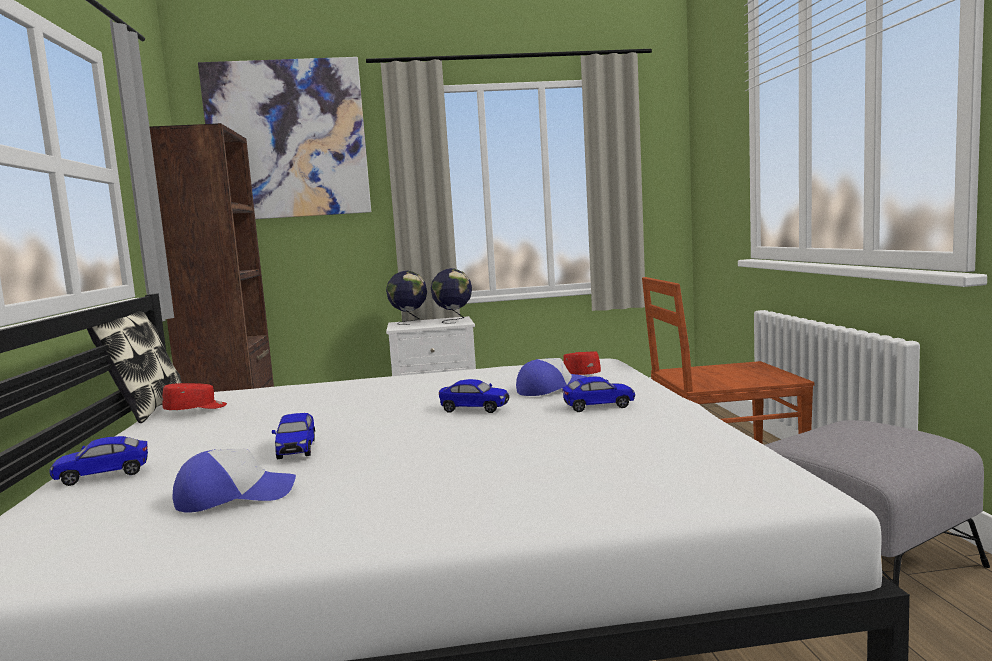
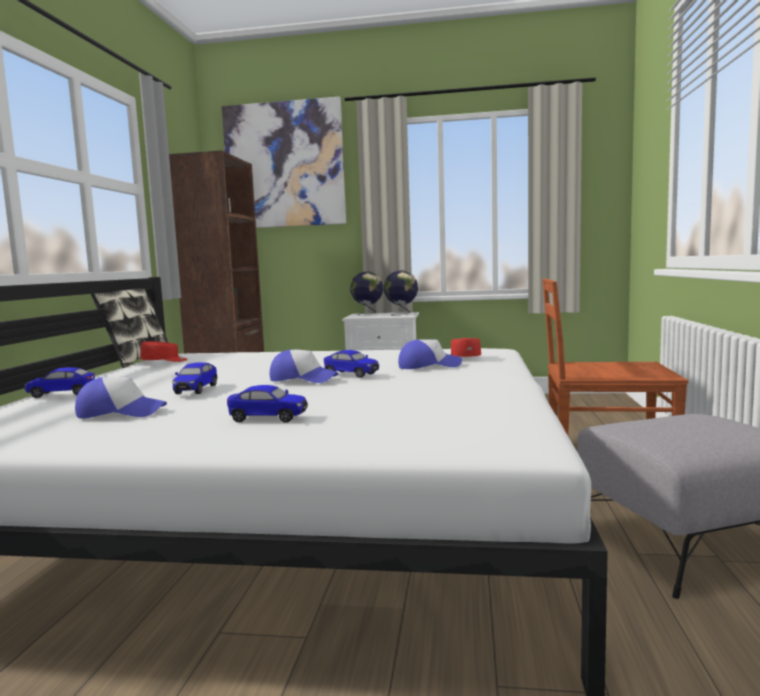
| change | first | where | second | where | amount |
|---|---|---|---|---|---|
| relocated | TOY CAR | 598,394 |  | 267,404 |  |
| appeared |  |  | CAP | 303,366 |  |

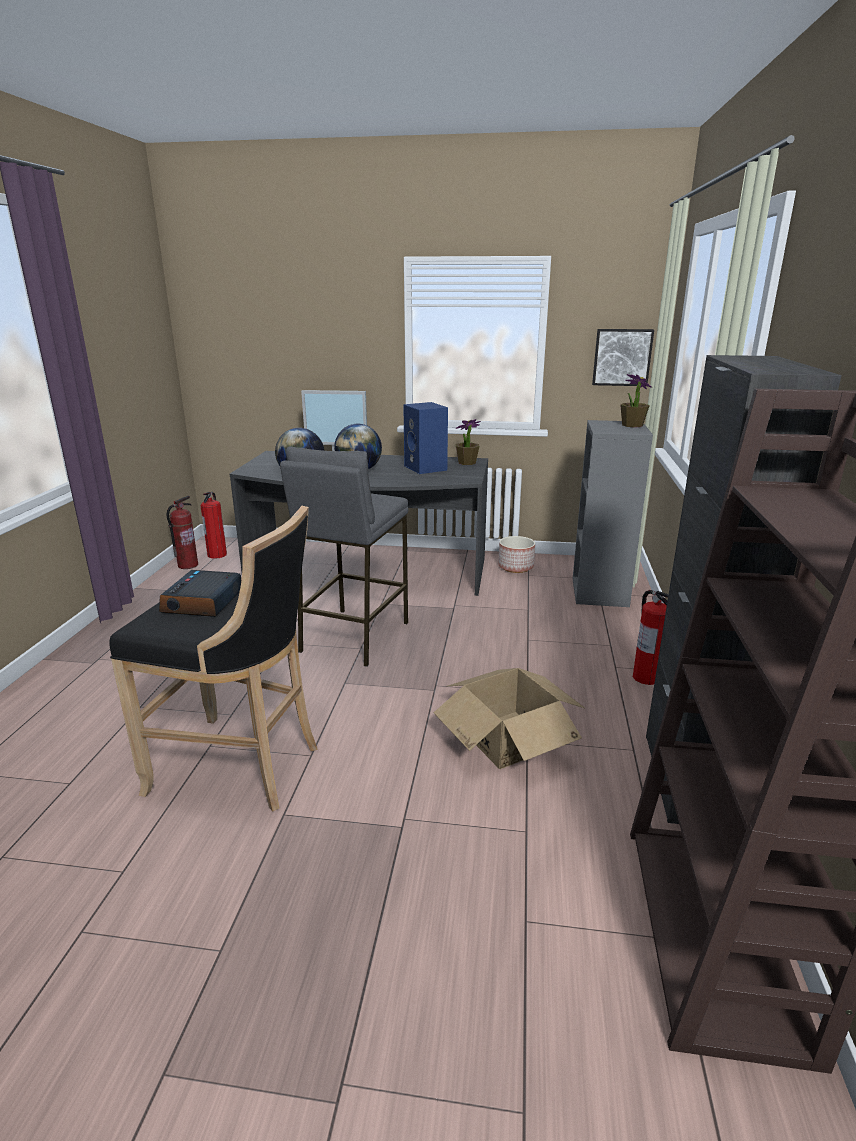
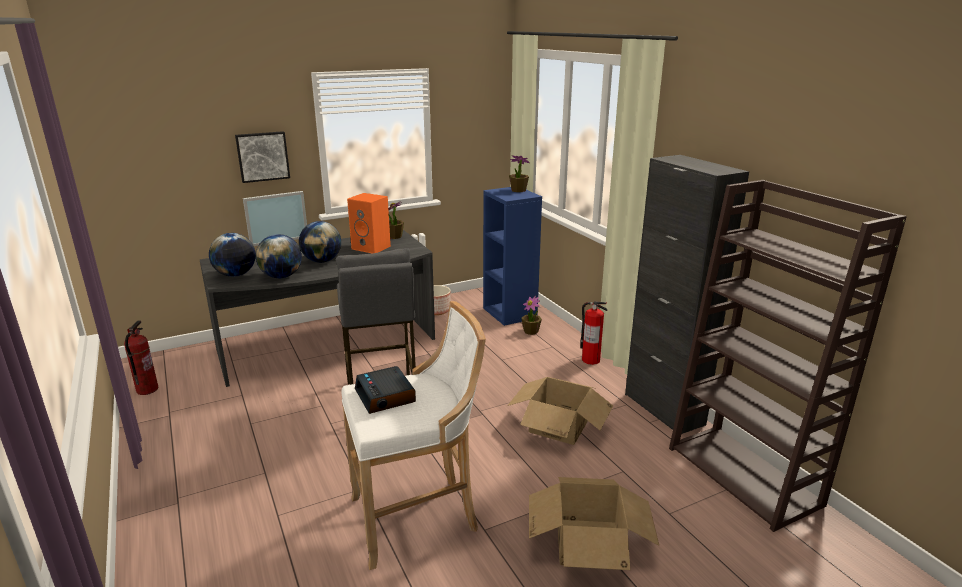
| change | first | where | second | where | amount |
|---|---|---|---|---|---|
| relocated | PICTURE | 623,357 |  | 262,157 |  |
| colour | BLUE SPEAKER | 425,438 | ORANGE SPEAKER | 369,223 |  |
| colour | GREY BOOKCASE | 613,513 | BLUE BOOKCASE | 512,256 |  |
| missing | FIRE EXTINGUISHER | 214,525 |  |  |  |
| colour | BLACK STOOL | 213,659 | WHITE STOOL | 413,435 |  |
| appeared |  |  | GLOBE | 232,255 |  |
| appeared |  |  | POTTED PLANT | 531,315 |  |
| appeared |  |  | CARDBOARD BOX | 594,523 |  |

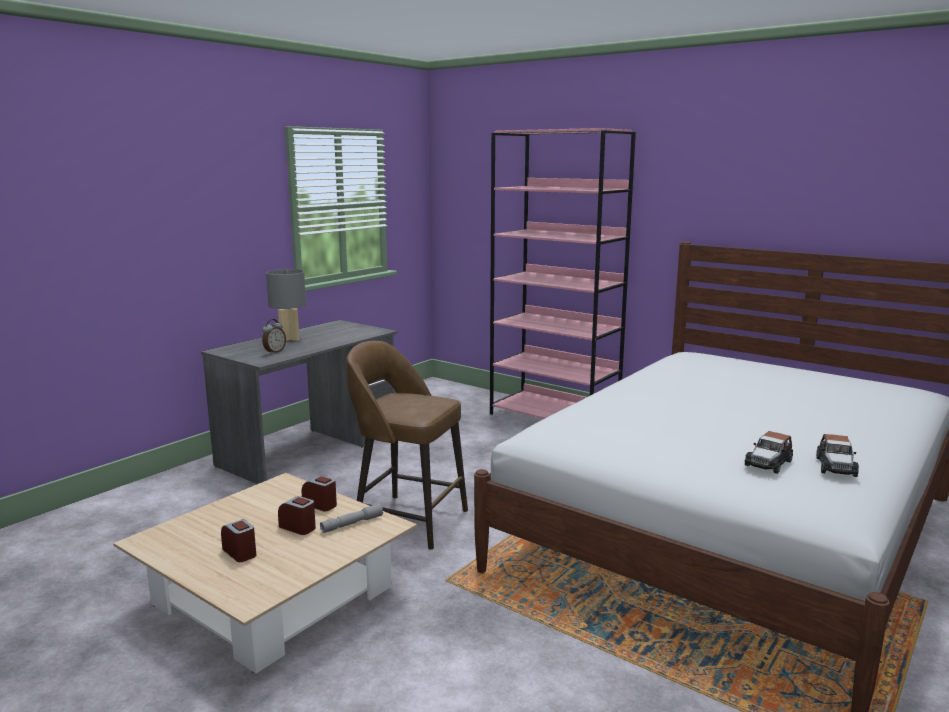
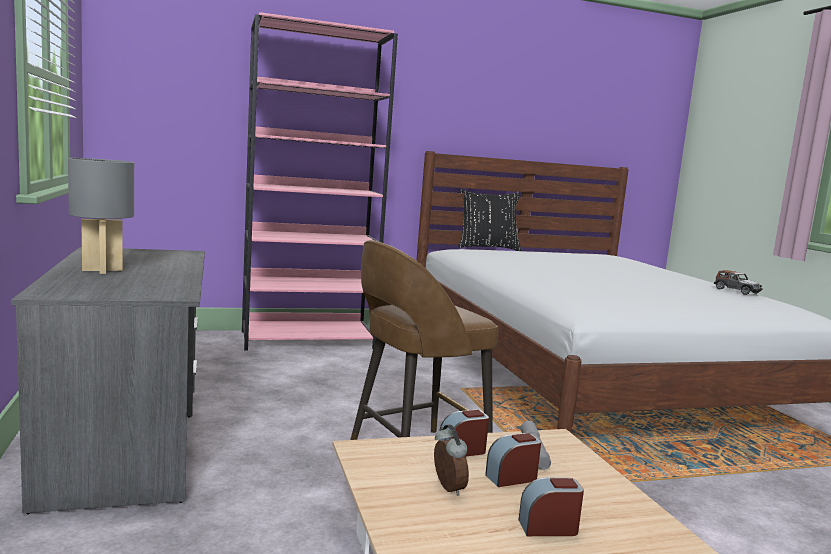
| change | first | where | second | where | amount |
|---|---|---|---|---|---|
| relocated | ALARM CLOCK | 274,336 |  | 451,460 |  |
| missing | TOY CAR | 769,452 |  |  |  |
| appeared |  |  | BLACK PILLOW | 490,220 |  |

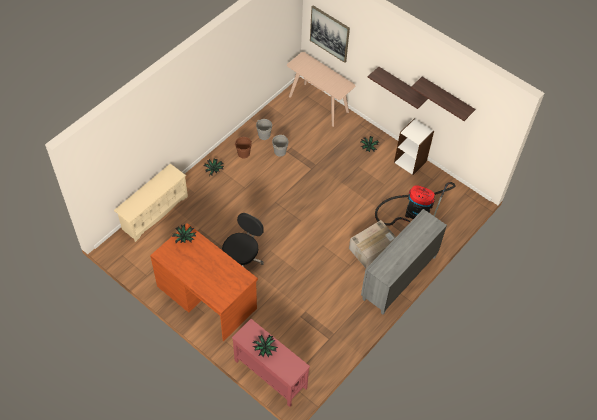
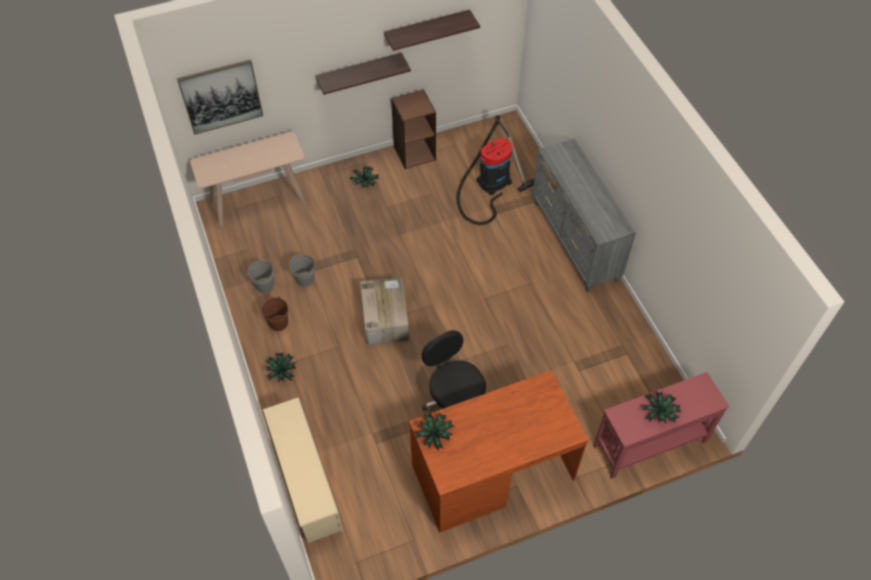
| change | first | where | second | where | amount |
|---|---|---|---|---|---|
| colour | WHITE BOOKCASE | 414,146 | BROWN BOOKCASE | 413,129 |  |
| relocated | CARDBOARD BOX | 372,244 |  | 384,311 |  |

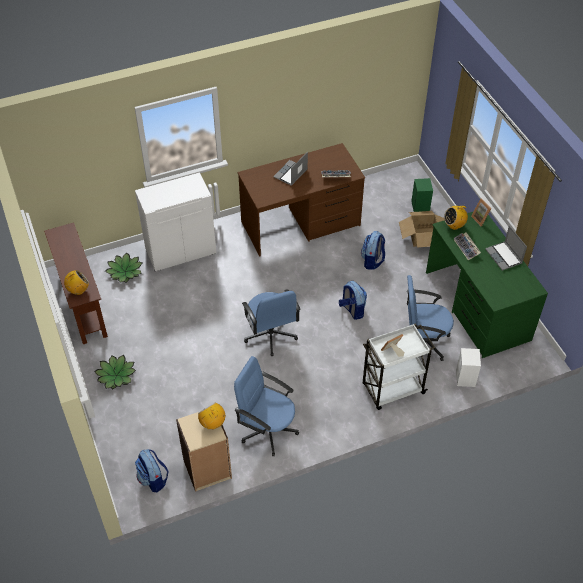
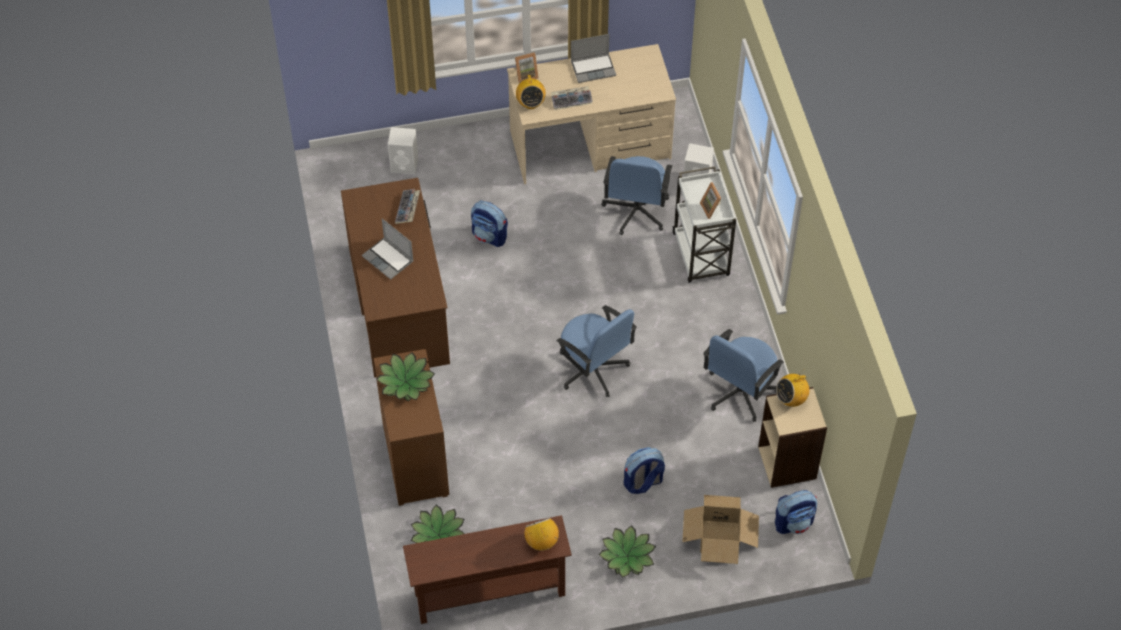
| change | first | where | second | where | amount |
|---|---|---|---|---|---|
| colour | WHITE CABINET | 175,222 | BROWN CABINET | 411,427 |  |
| colour | GREEN SPEAKER | 422,195 | WHITE SPEAKER | 403,150 |  |
| relocated | CARDBOARD BOX | 421,229 |  | 720,529 |  |
| colour | GREEN DESK | 487,284 | BEIGE DESK | 591,114 |  |
| relocated | BACKPACK | 353,300 |  | 644,470 |  |
| spun | BLUE OFFICE CHAIR | 271,322 |  | 597,351 | 60 degrees clockwise |
| appeared |  |  | POTTED PLANT | 405,377 |  |

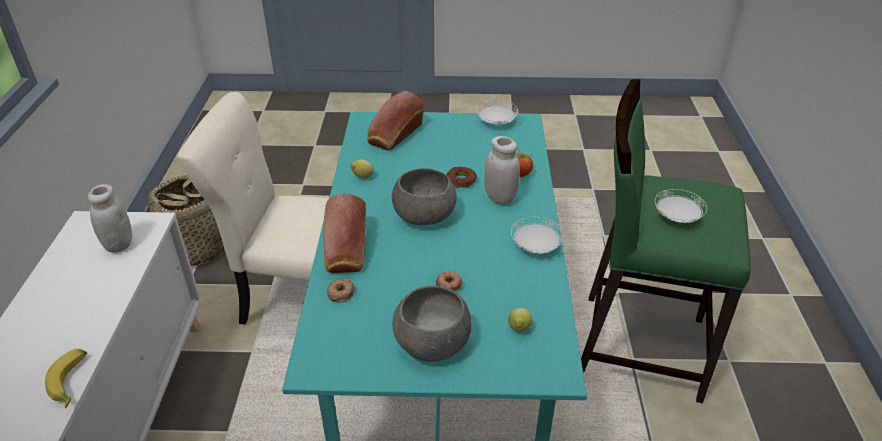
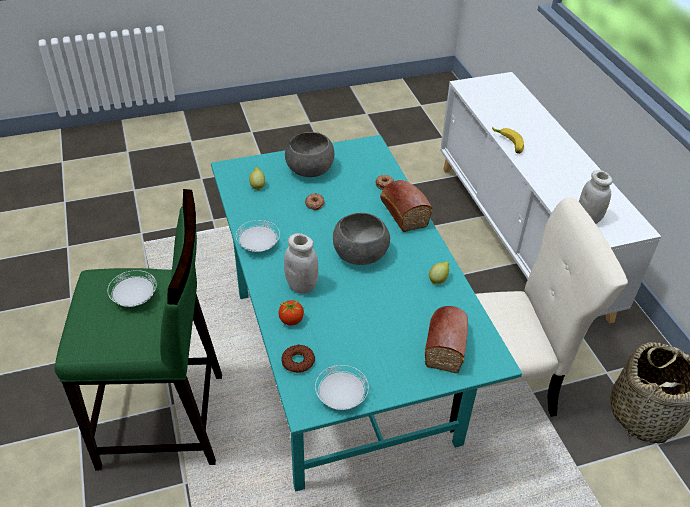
| change | first | where | second | where | amount |
|---|---|---|---|---|---|
| relocated | DONUT | 462,177 |  | 298,359 |  |

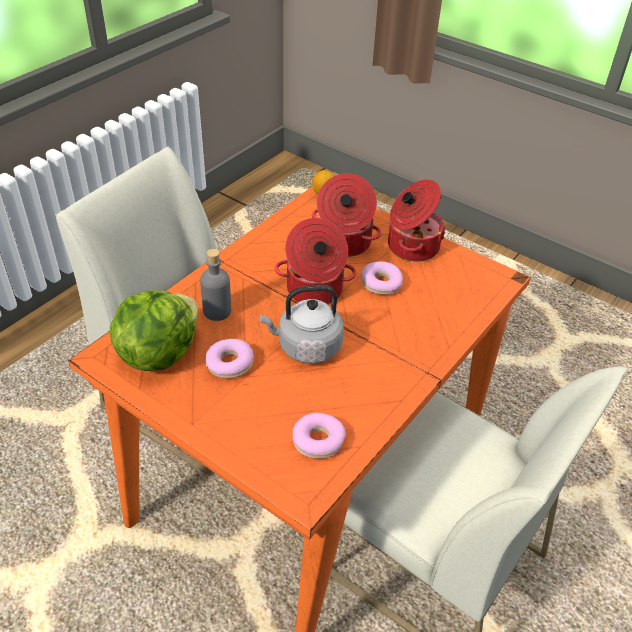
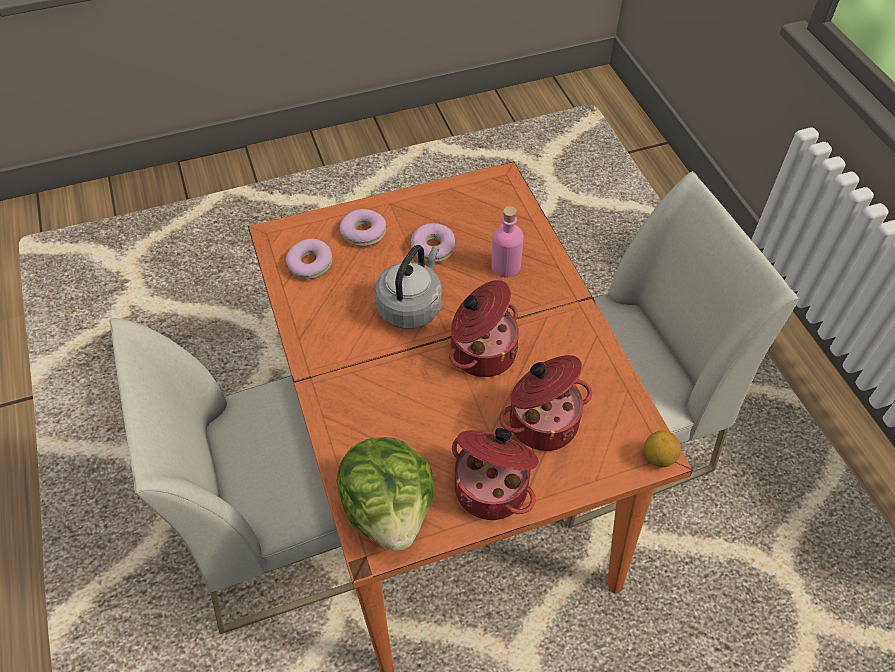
| change | first | where | second | where | amount |
|---|---|---|---|---|---|
| colour | GREY BOTTLE | 215,285 | PINK BOTTLE | 507,242 |  |
| relocated | DONUT | 382,278 |  | 363,228 |  |
| relocated | LETTUCE | 154,330 |  | 385,494 |  |

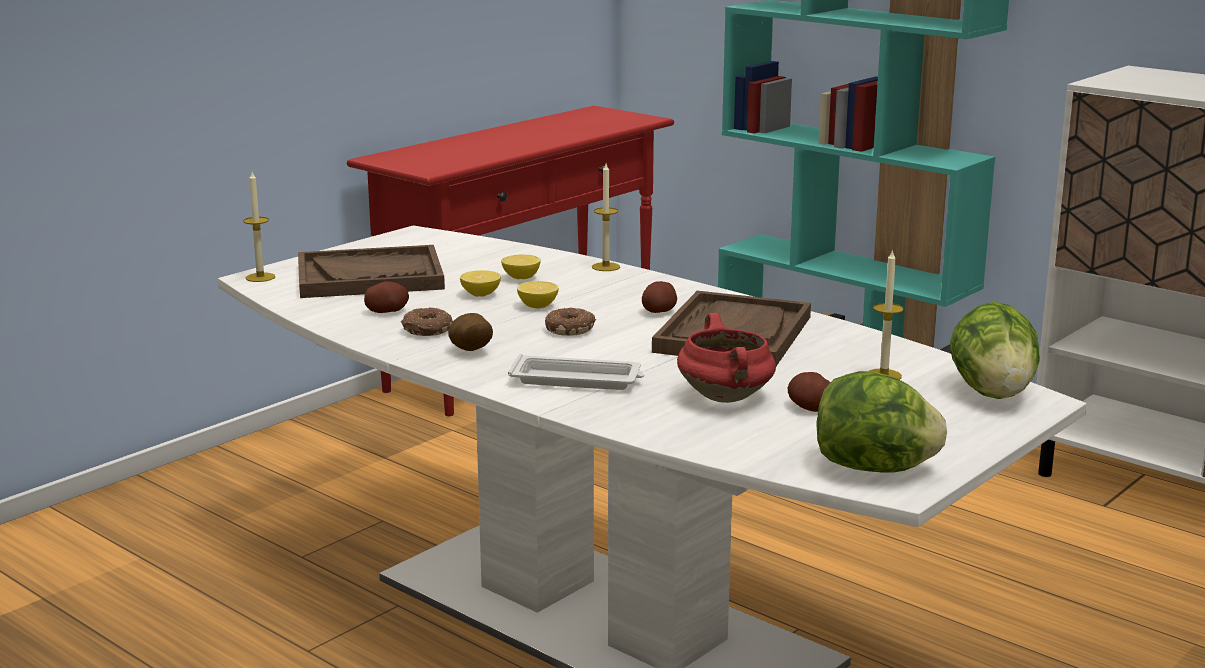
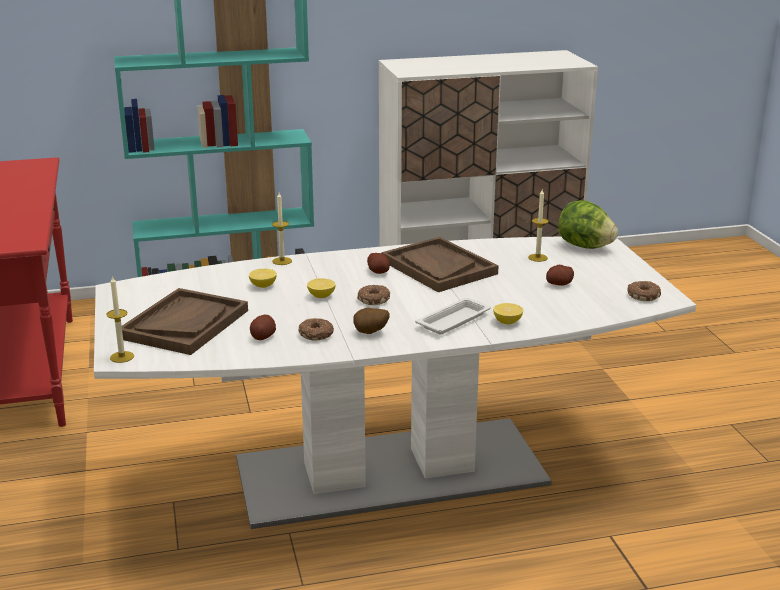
| change | first | where | second | where | amount |
|---|---|---|---|---|---|
| relocated | LEMON | 480,283 |  | 508,313 |  |
| missing | RED COOKING POT | 726,358 |  |  |  |
| exchanged | LETTUCE | 881,422 | DONUT | 644,291 |  |

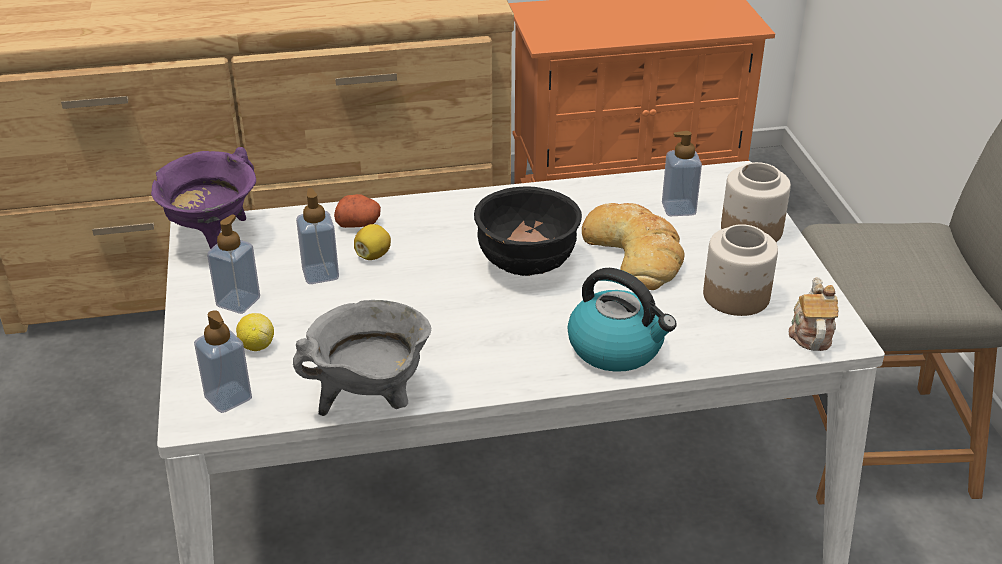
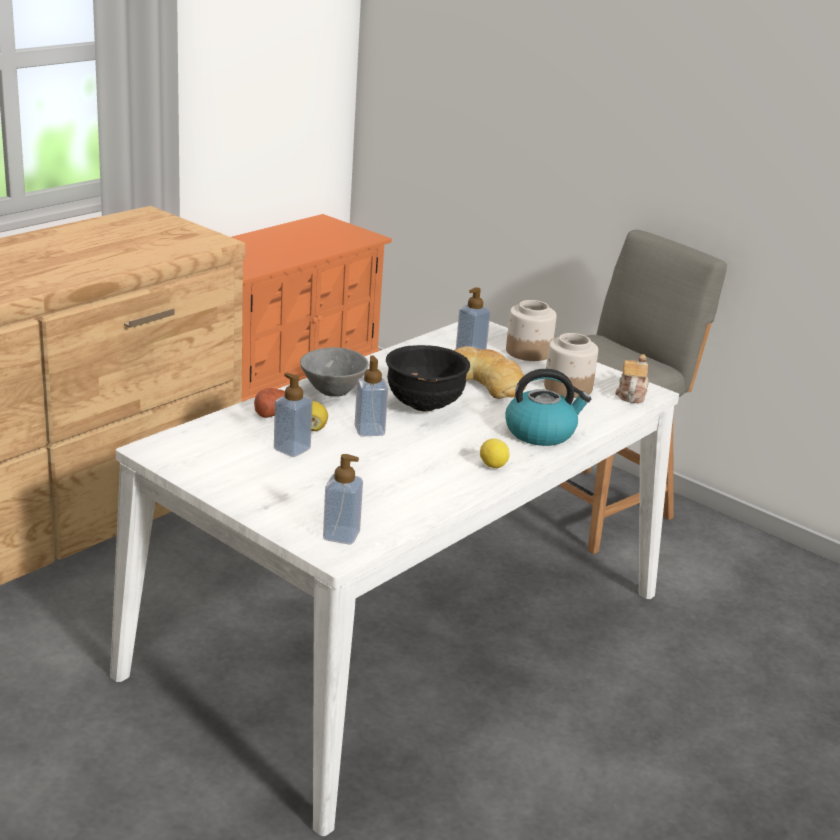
| change | first | where | second | where | amount |
|---|---|---|---|---|---|
| missing | PURPLE COOKING POT | 203,198 |  |  |  |
| relocated | SOAP DISPENSER | 233,264 |  | 371,396 |  |
| spun | TEAPOT | 813,314 |  | 632,378 | 45 degrees clockwise |
| missing | GREY COOKING POT | 362,358 |  |  |  |
| relocated | LEMON | 255,332 |  | 495,453 |  |
| appeared |  |  | GREY BOWL | 334,372 |  |

